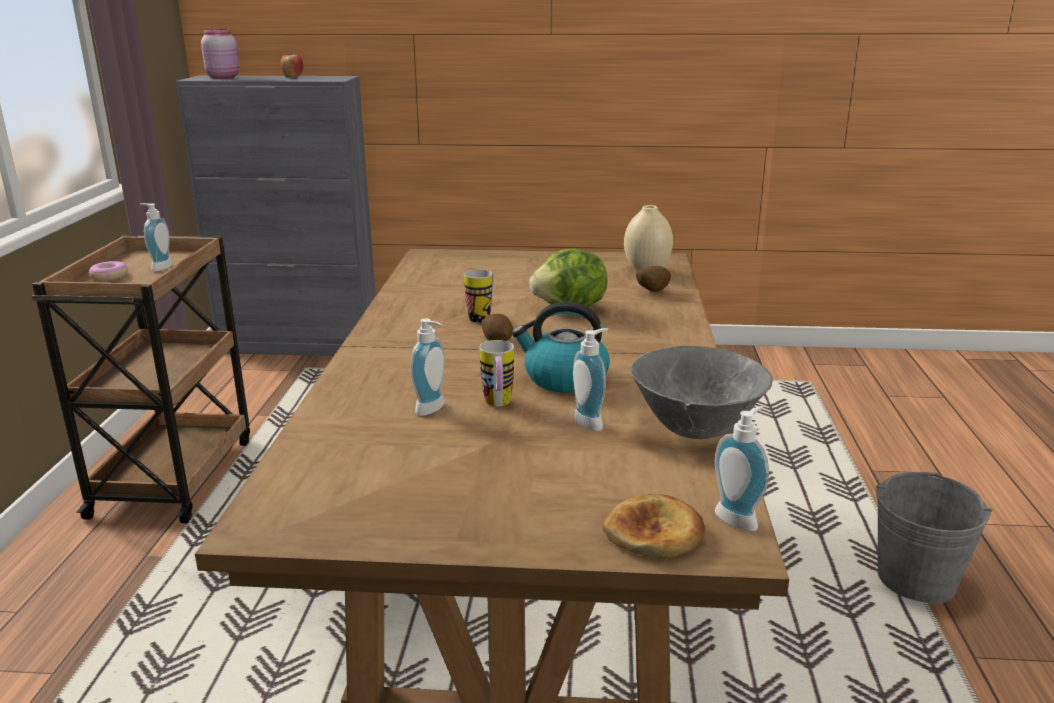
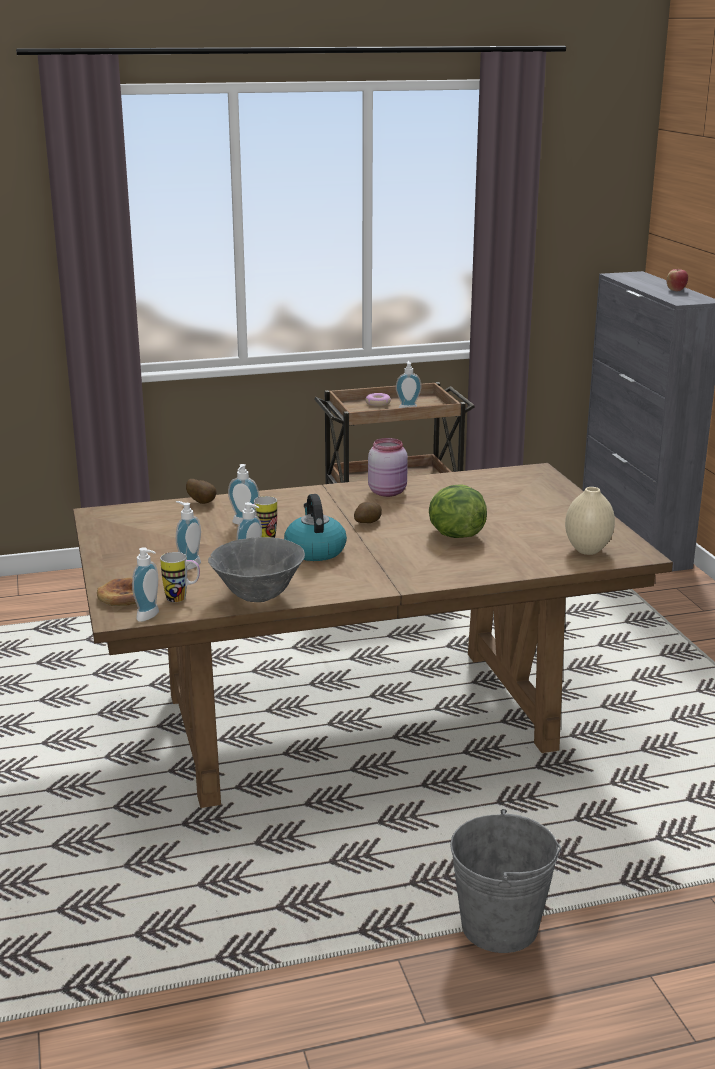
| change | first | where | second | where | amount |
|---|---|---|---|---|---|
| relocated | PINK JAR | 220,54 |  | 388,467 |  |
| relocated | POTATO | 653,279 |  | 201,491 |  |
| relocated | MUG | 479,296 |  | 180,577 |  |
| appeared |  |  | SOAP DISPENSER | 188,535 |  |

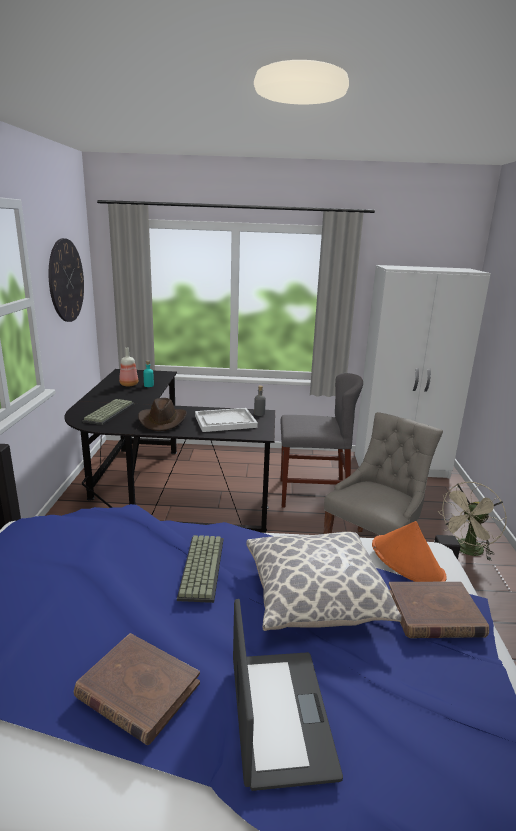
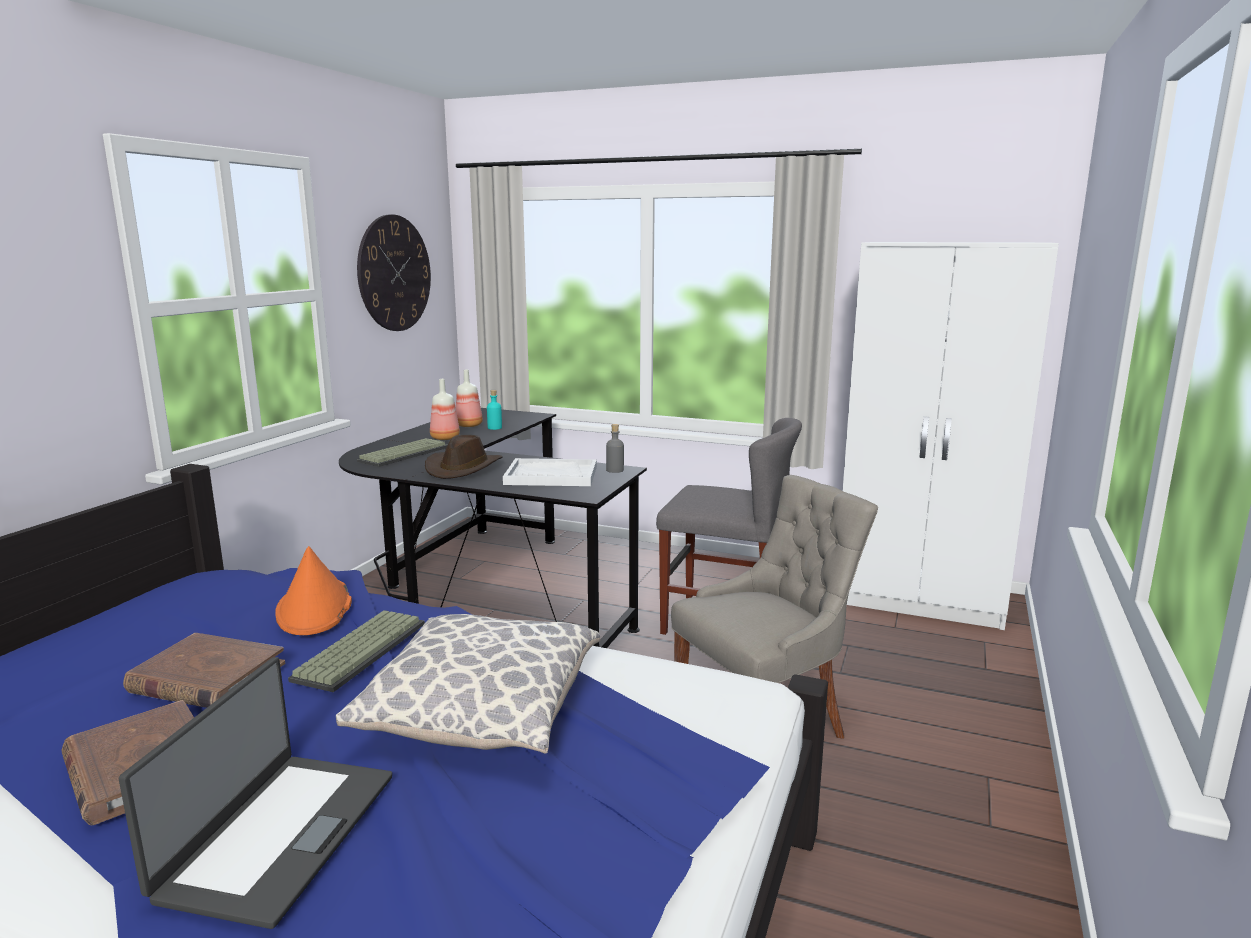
| change | first | where | second | where | amount |
|---|---|---|---|---|---|
| missing | BEIGE FAN | 472,521 |  |  |  |
| relocated | ORANGE HAT | 409,551 |  | 313,590 |  |
| relocated | BROWN BOOK | 439,610 |  | 204,670 |  |
| appeared |  |  | BOTTLE | 445,409 |  |

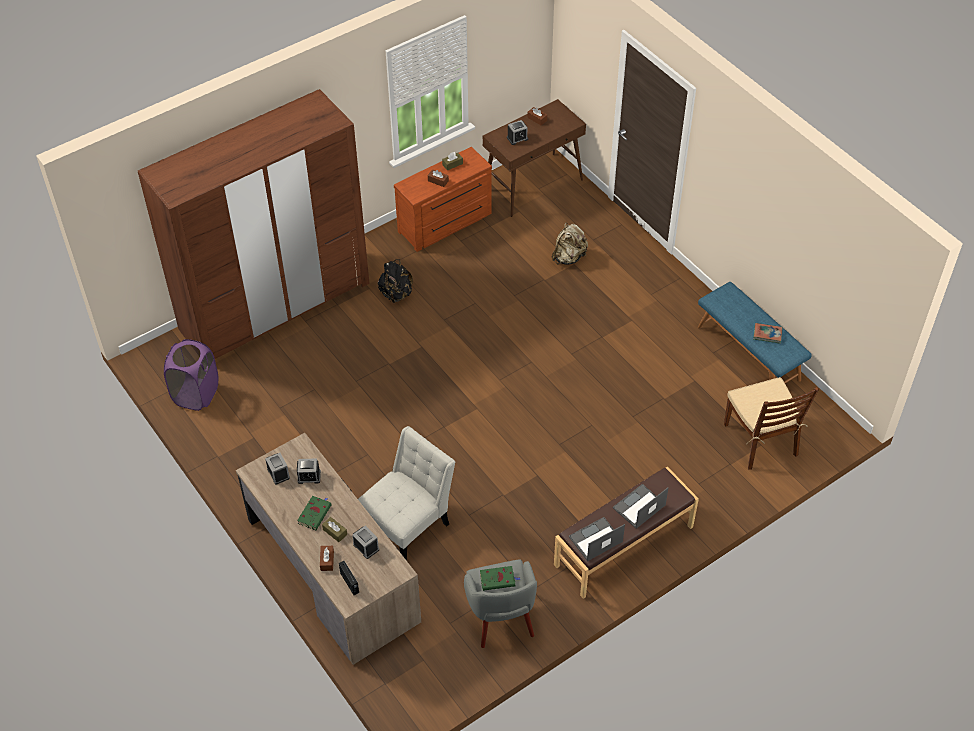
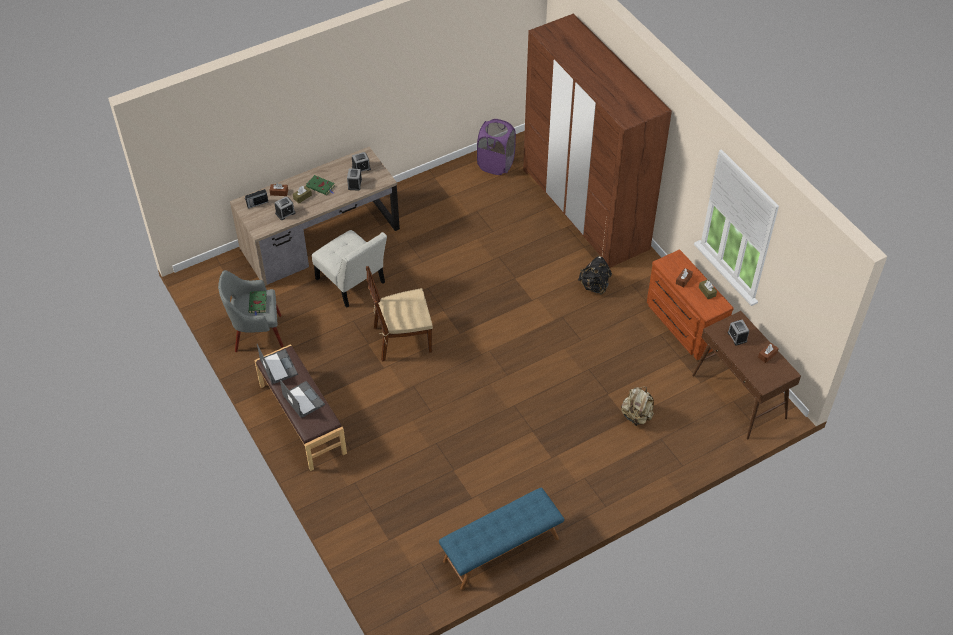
| change | first | where | second | where | amount |
|---|---|---|---|---|---|
| missing | BOOK | 768,333 |  |  |  |
| relocated | BROWN CHAIR | 771,423 |  | 399,313 |  |

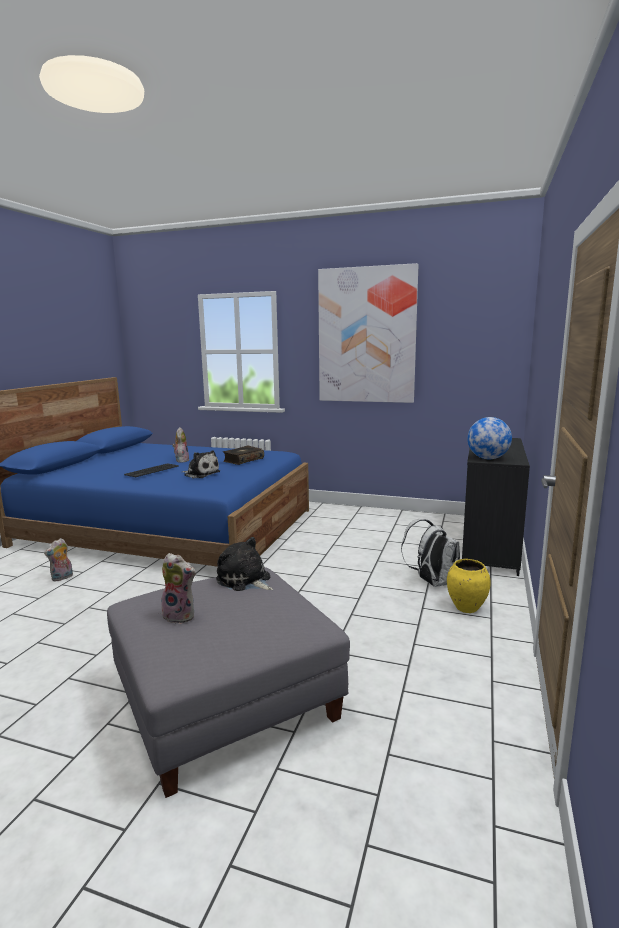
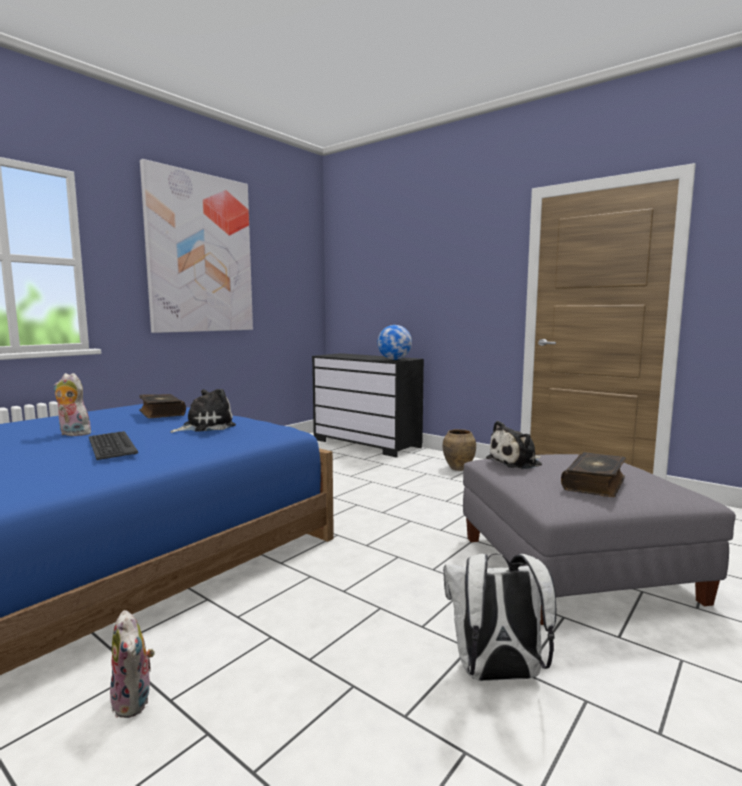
| change | first | where | second | where | amount |
|---|---|---|---|---|---|
| relocated | WHITE BACKPACK | 430,553 |  | 499,617 |  |
| exchanged | PLUSH TOY | 178,588 | BOOK | 593,474 |  |
| colour | YELLOW VASE | 469,586 | BROWN VASE | 459,450 |  |

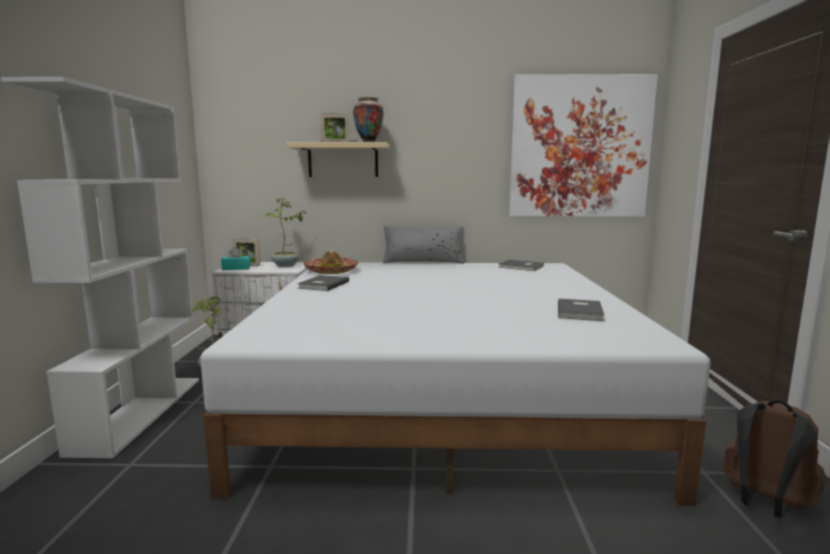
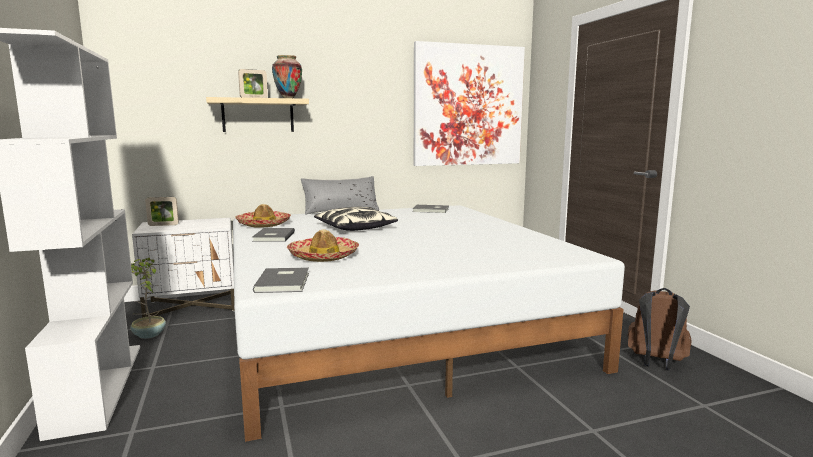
| change | first | where | second | where | amount |
|---|---|---|---|---|---|
| missing | POTTED PLANT | 286,232 |  |  |  |
| missing | TURQUOISE TISSUE BOX | 235,258 |  |  |  |
| relocated | GREY BOOK | 581,309 |  | 281,280 |  |
| appeared |  |  | PILLOW | 356,219 |  |
| appeared |  |  | HAT | 323,245 |  |

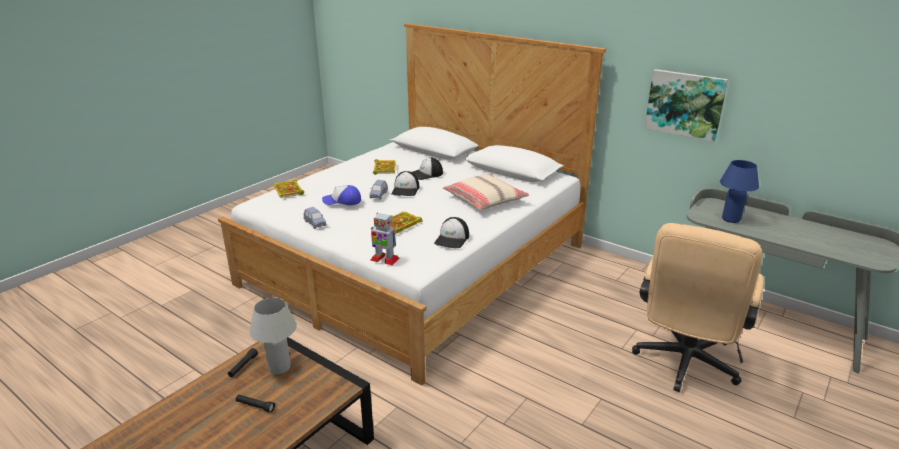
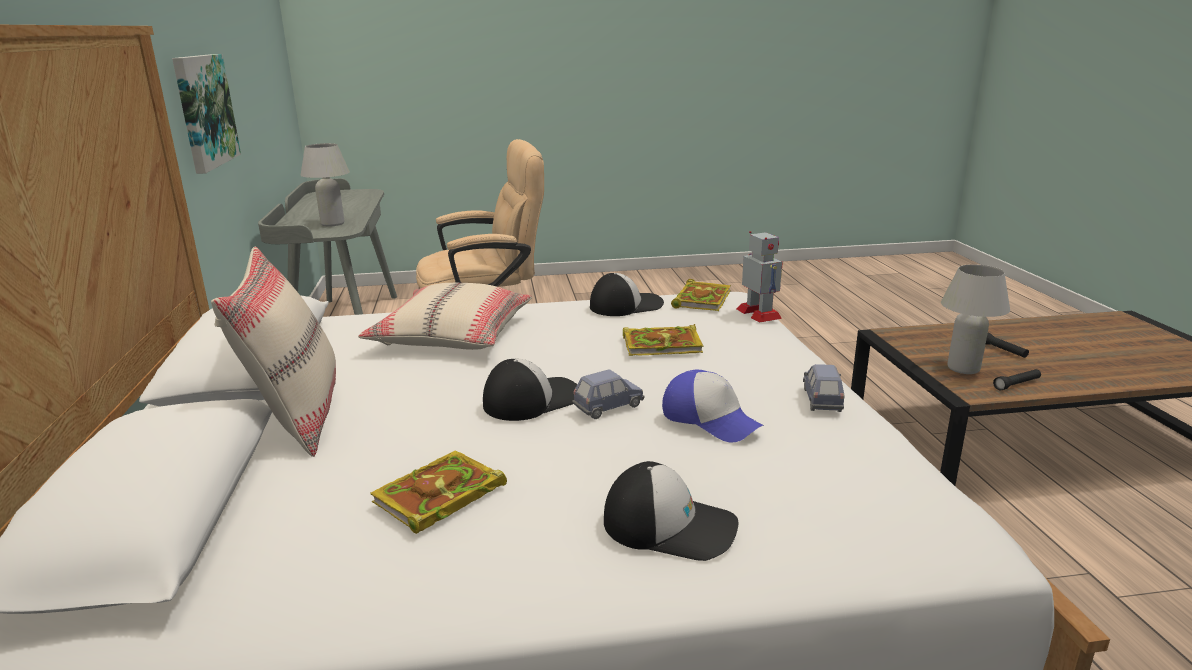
| change | first | where | second | where | amount |
|---|---|---|---|---|---|
| relocated | CAP | 427,168 |  | 671,511 |  |
| colour | BLUE TABLE LAMP | 739,191 | WHITE TABLE LAMP | 325,184 |  |
| relocated | BOOK | 289,188 |  | 701,295 |  |
| appeared |  |  | BEIGE PILLOW | 273,352 |  |

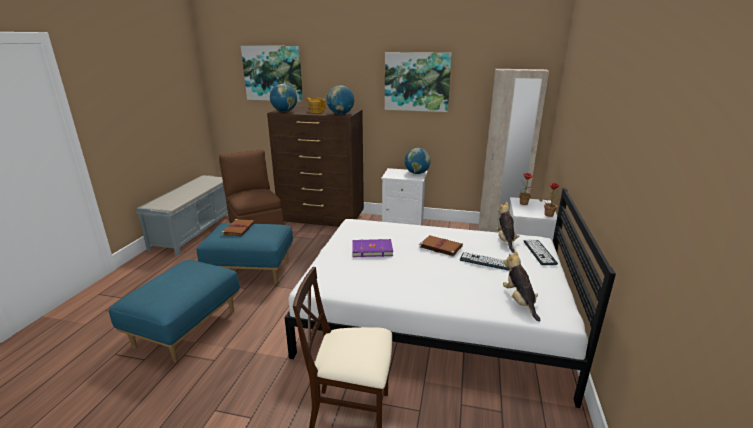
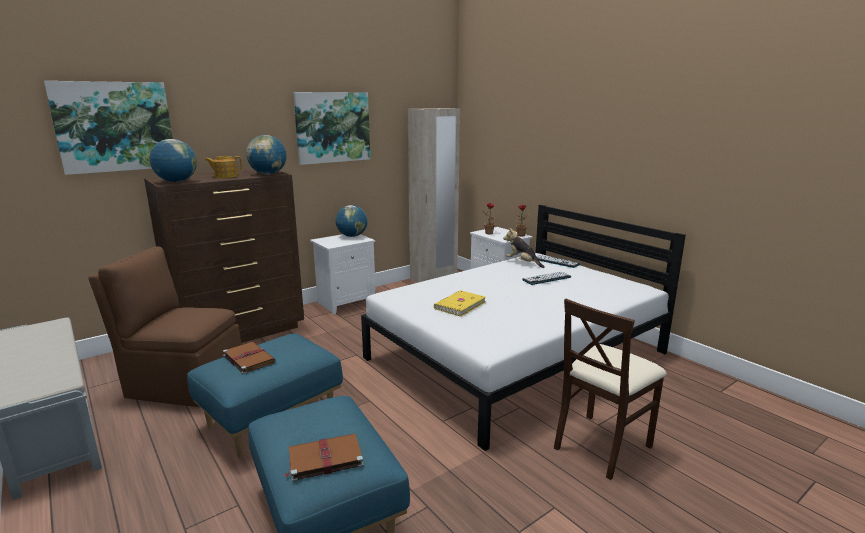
| change | first | where | second | where | amount |
|---|---|---|---|---|---|
| relocated | BROWN BOOK | 441,246 |  | 324,458 |  |
| colour | PURPLE BOOK | 372,248 | YELLOW BOOK | 460,303 |  |
| missing | PLUSH TOY | 522,286 |  |  |  |

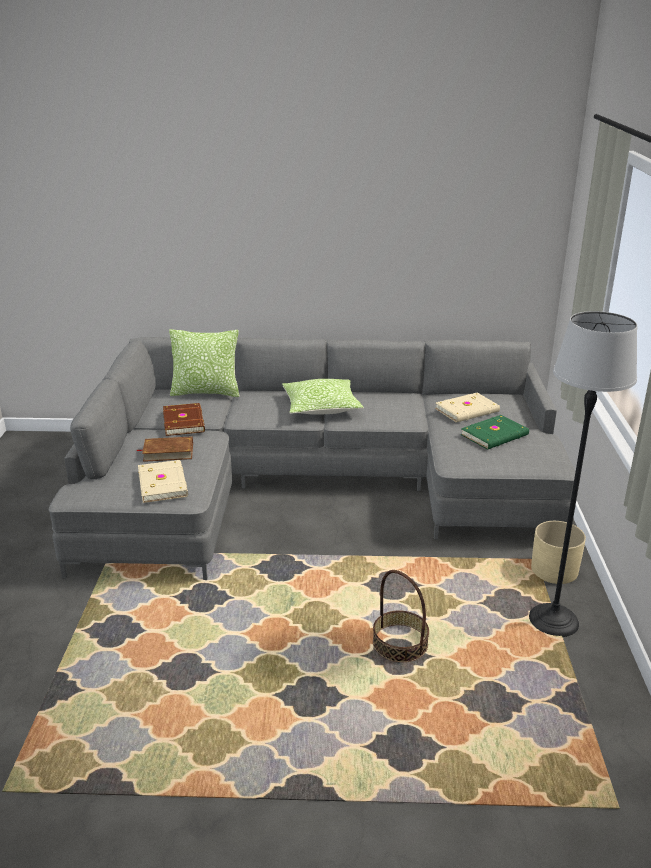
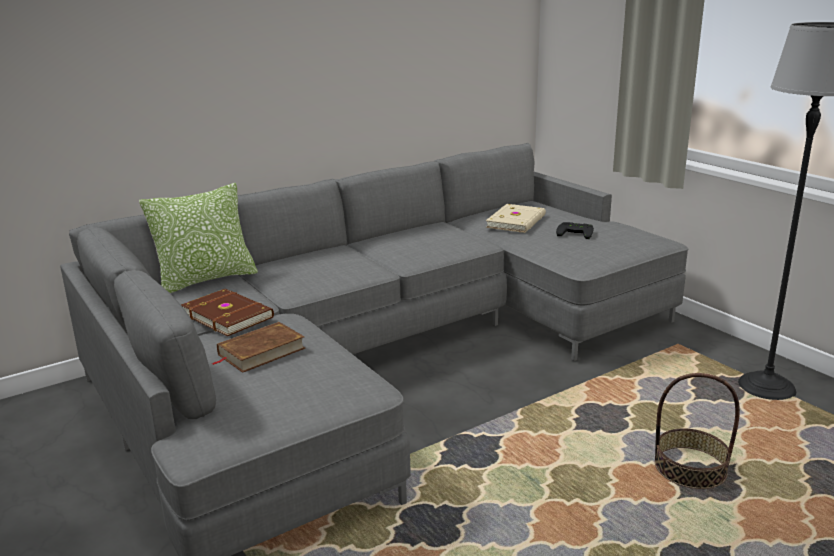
| change | first | where | second | where | amount |
|---|---|---|---|---|---|
| missing | PILLOW | 323,397 |  |  |  |
| exchanged | GREEN BOOK | 495,432 | BLACK GAME CONTROLLER | 575,230 |  |
| missing | BEIGE BOOK | 163,481 |  |  |  |
| missing | BEIGE PLANTER | 558,552 |  |  |  |

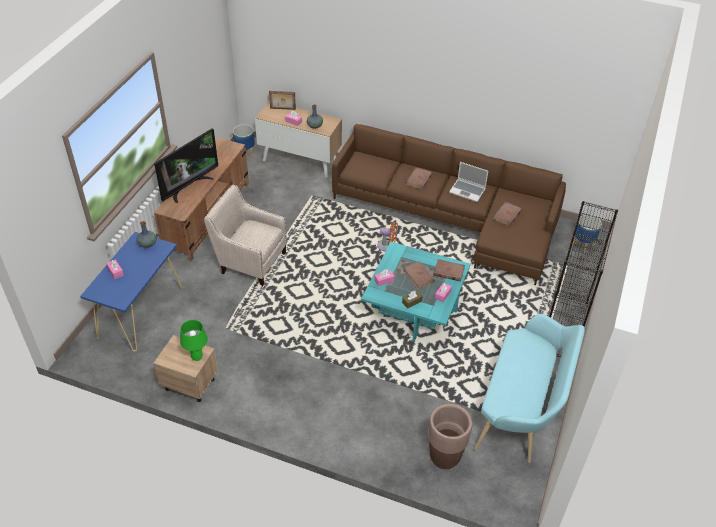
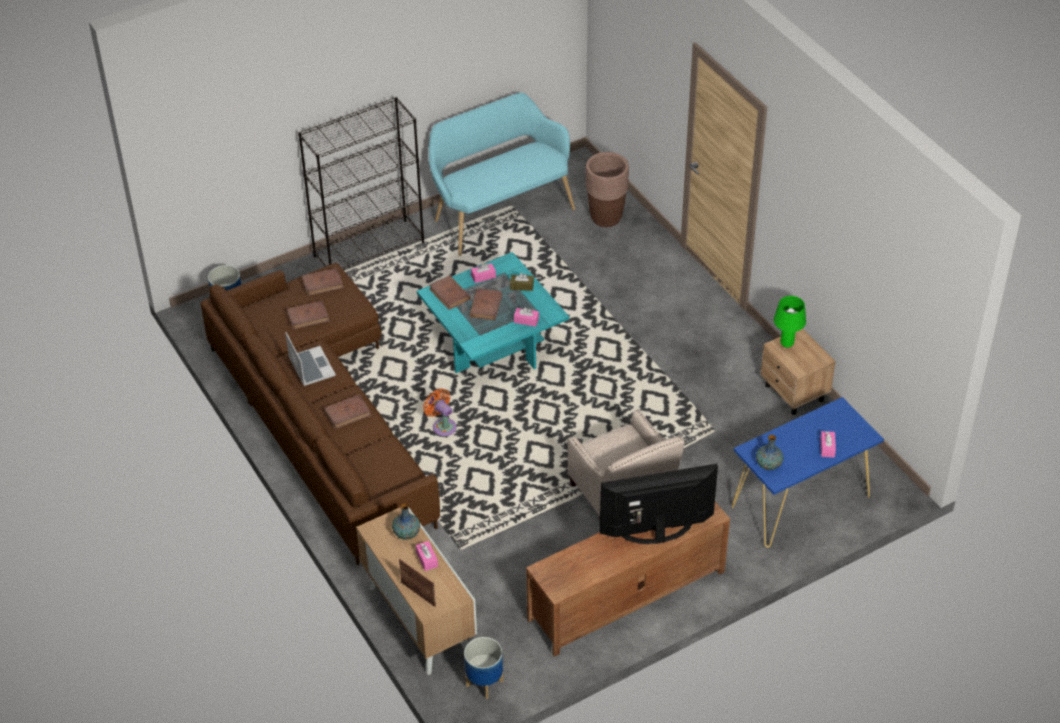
| change | first | where | second | where | amount |
|---|---|---|---|---|---|
| appeared |  |  | BROWN BOOK | 323,282 |  |

